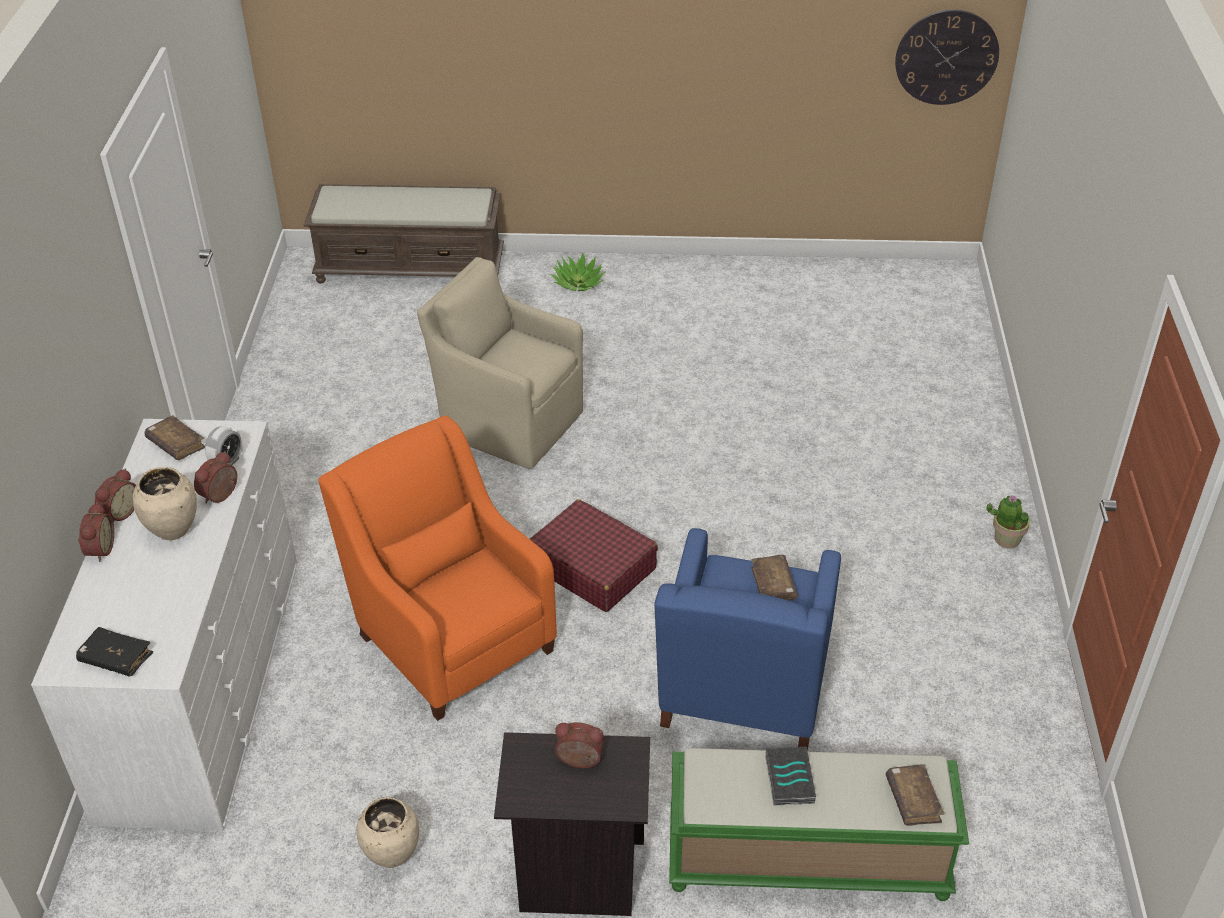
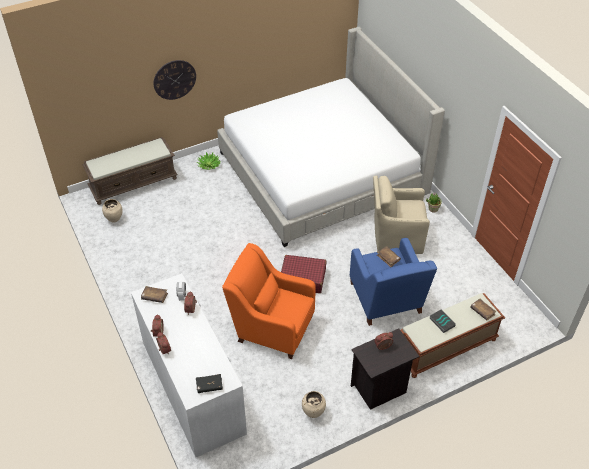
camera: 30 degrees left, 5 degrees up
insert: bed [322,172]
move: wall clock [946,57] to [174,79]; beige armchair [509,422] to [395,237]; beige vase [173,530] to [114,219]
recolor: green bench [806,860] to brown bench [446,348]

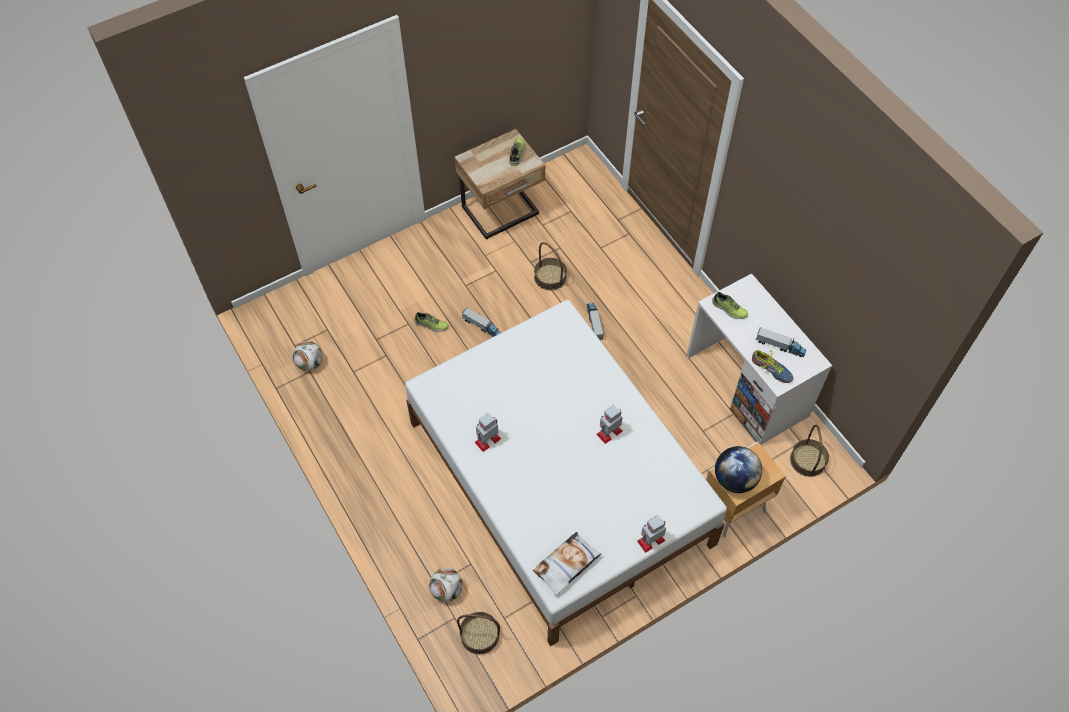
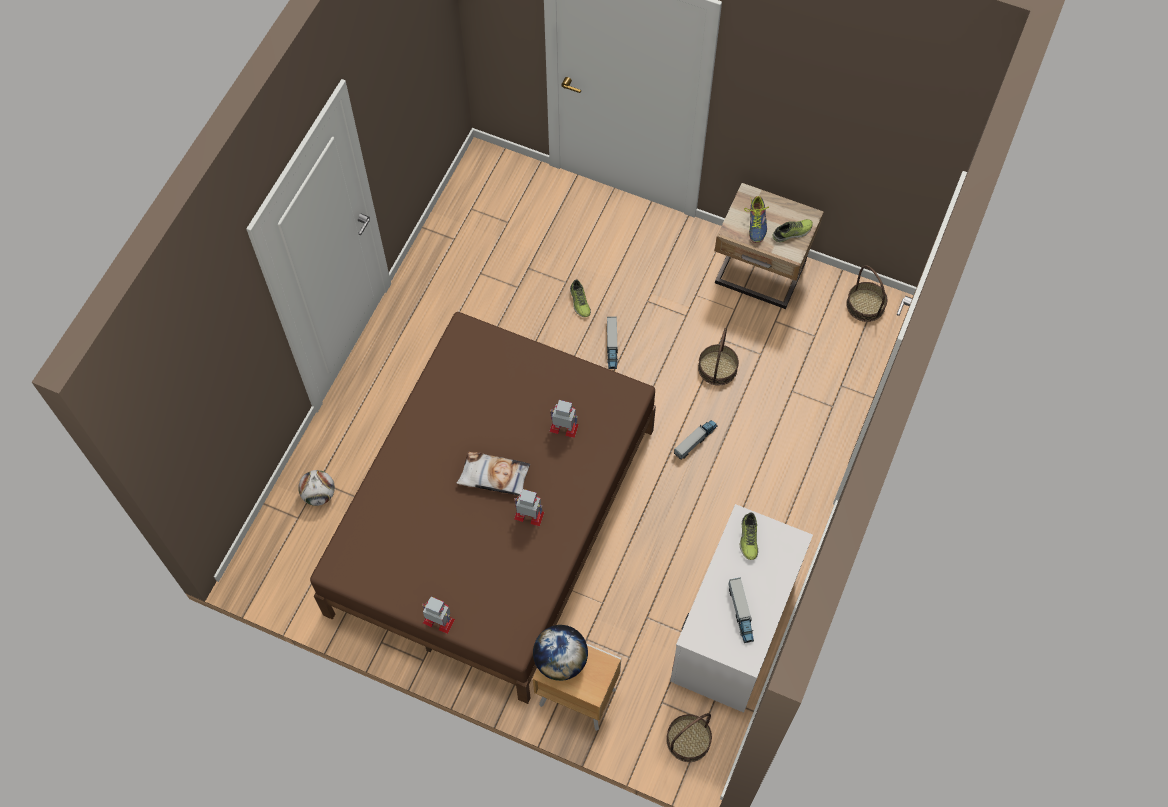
camera: 55 degrees right, 5 degrees up
delete: football [310,363]
move: shoe [771,369] to [757,223]; toy robot [488,440] to [564,427]; pillow [566,565] to [494,476]; basket [480,635] to [865,305]
recolor: white bed [558,482] to brown bed [492,519]

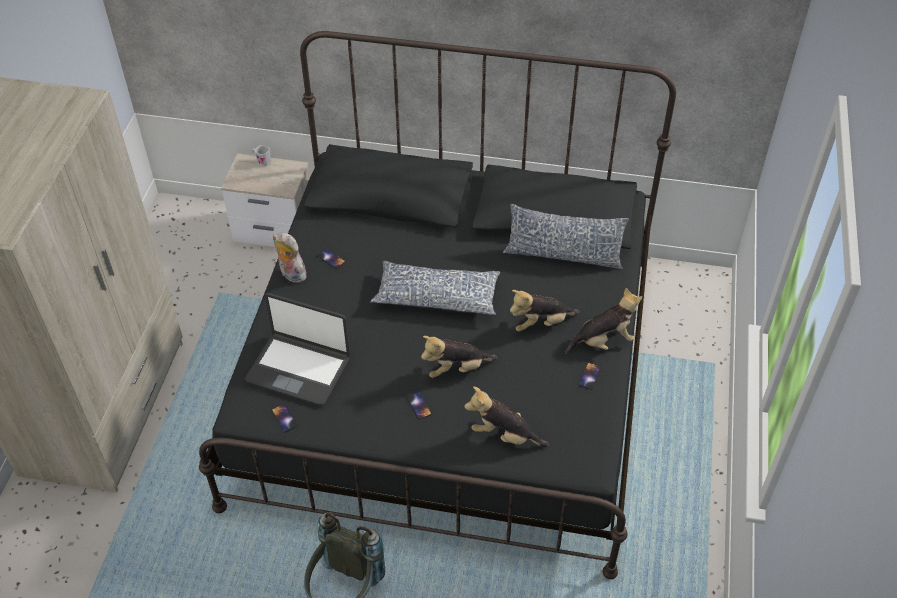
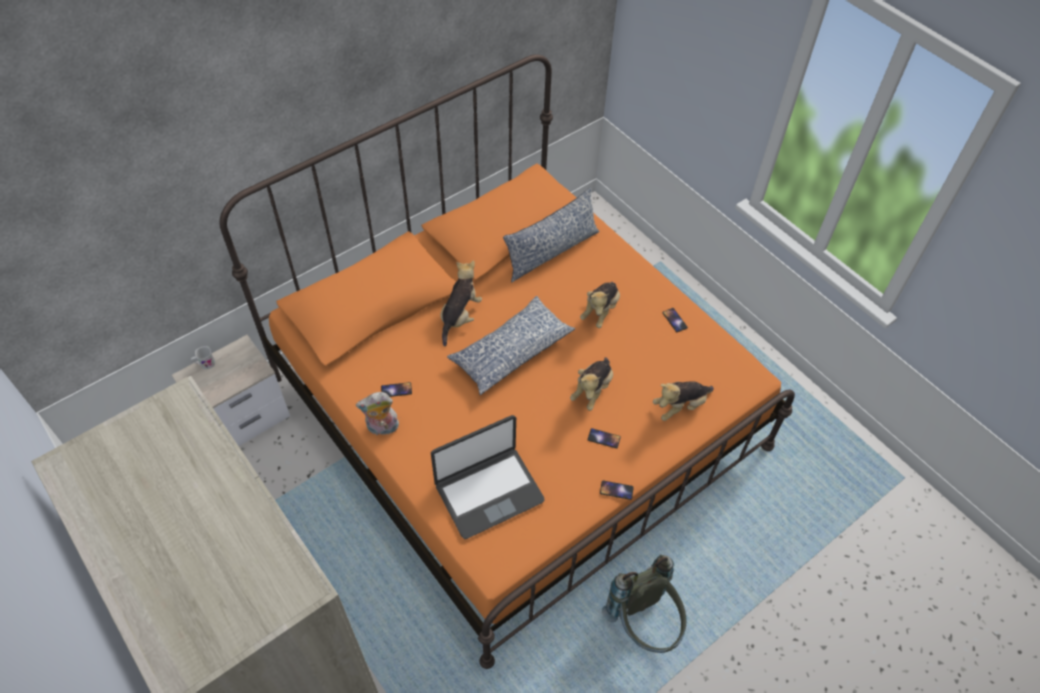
camera: 50 degrees left, 5 degrees up
move: plush toy [603,341] to [460,316]; phone [284,418] to [616,490]
recolor: black bed [448,375] to orange bed [517,412]

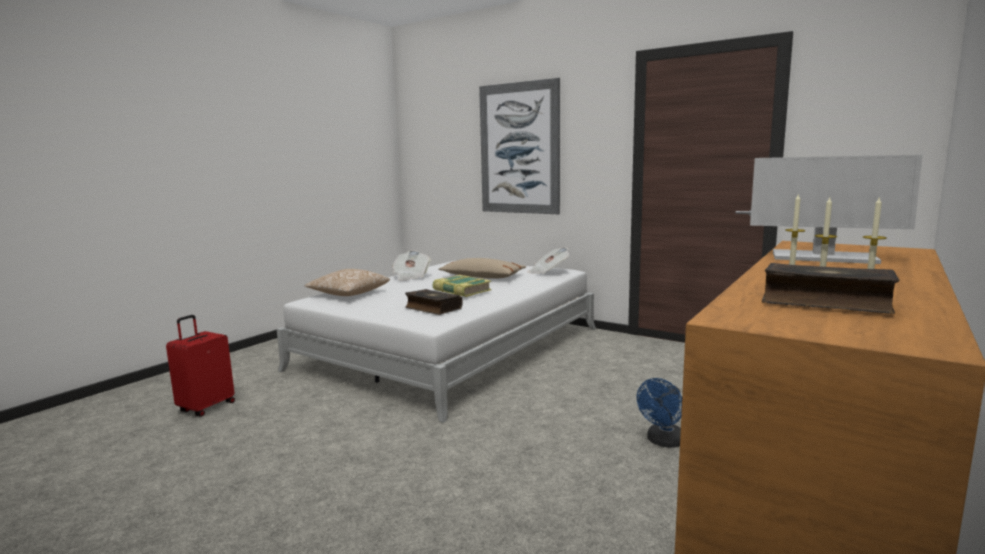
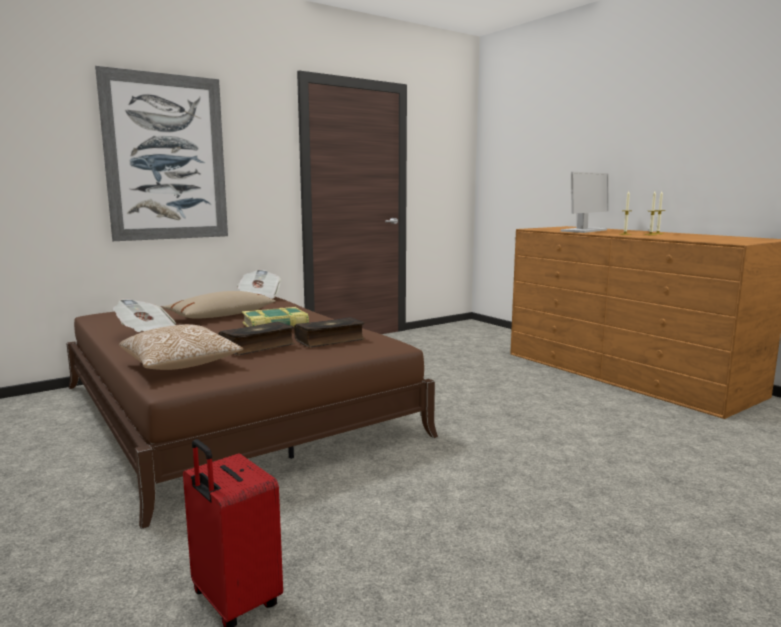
camera: 70 degrees left, 0 degrees up
delete: blue fan [663,442]
move: book [825,302] to [258,347]
recolor: white bed [451,348] to brown bed [233,409]

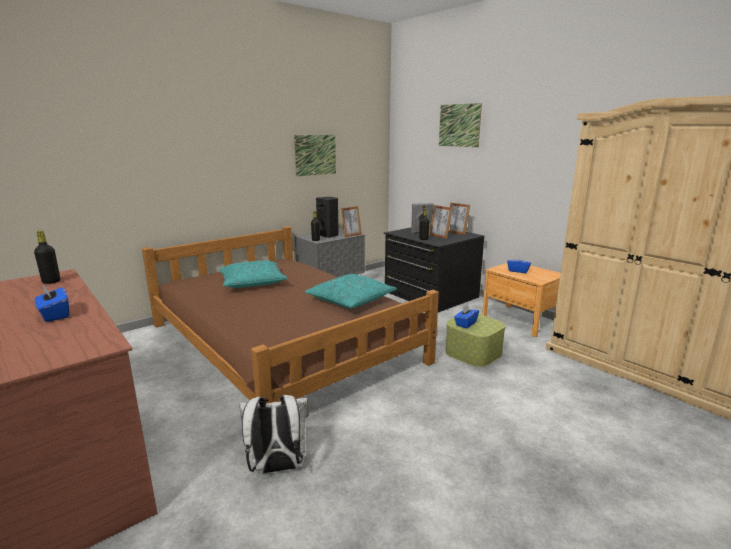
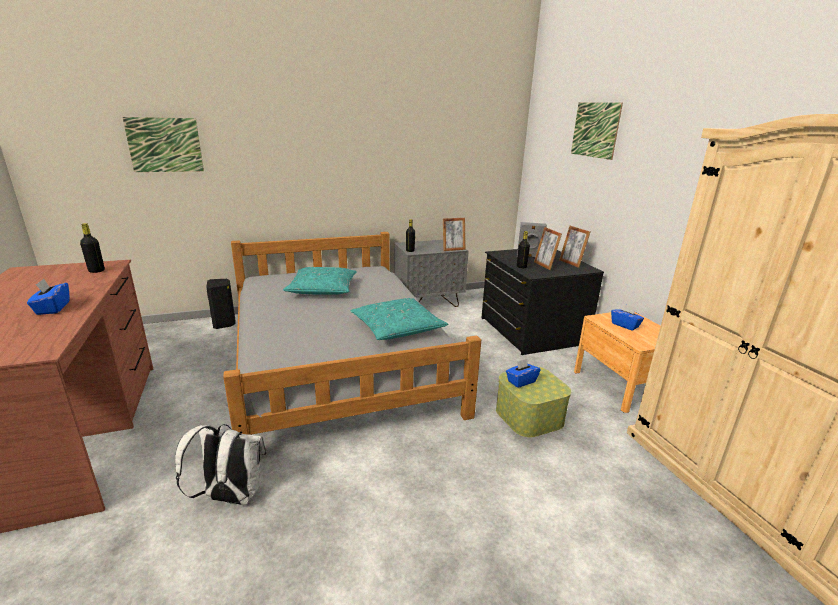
camera: 20 degrees right, 5 degrees up
move: picture [315,155] to [165,145]; black speaker [328,235] to [224,324]
recolor: brown bed [283,343] to grey bed [337,357]

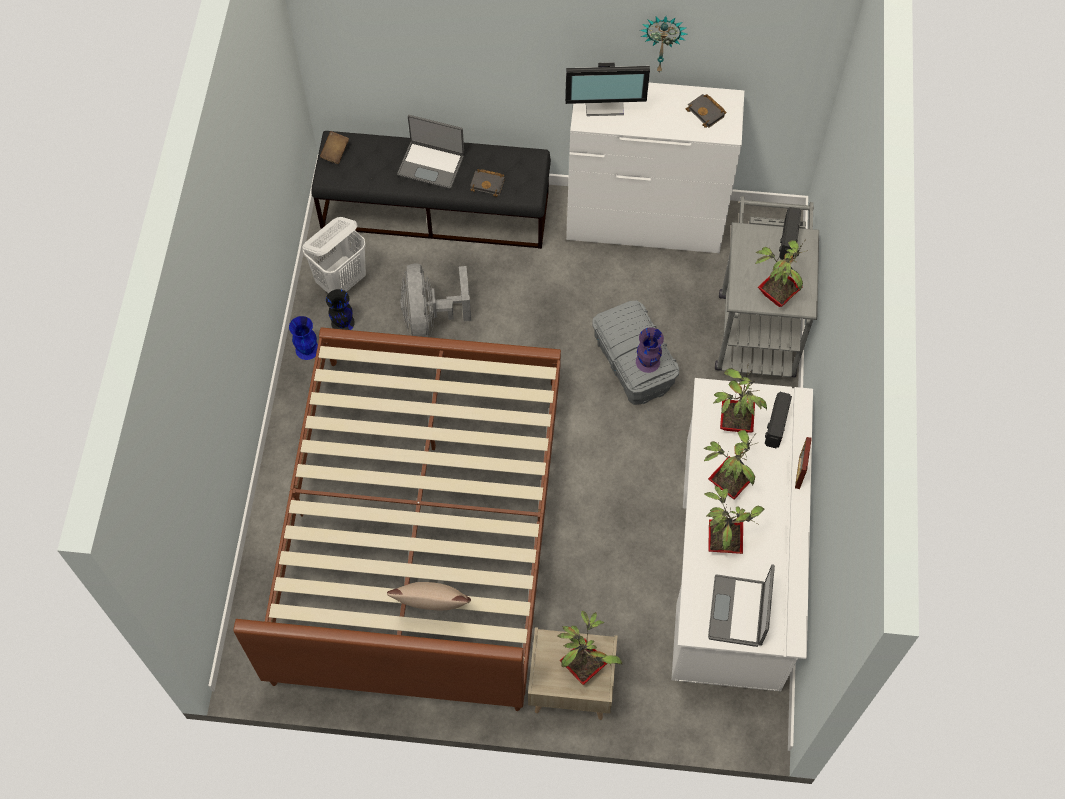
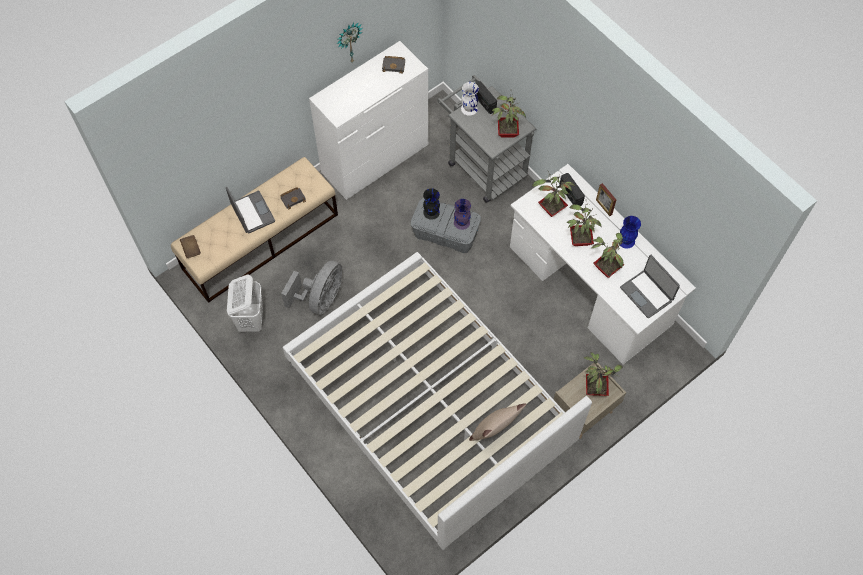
camera: 45 degrees left, 0 degrees up
delete: monitor [605,102]
insert: white vase [469,109]
move: black vase [342,323] to [431,212]; blue vase [307,349] to [626,240]
recolor: black bench [436,210] to beige bench [261,241]; brown bed [419,526] to white bed [429,404]
rotate: laptop [431,164] = [252,213] 90 degrees counterclockwise; grey fan [430,320] = [320,299] 105 degrees counterclockwise

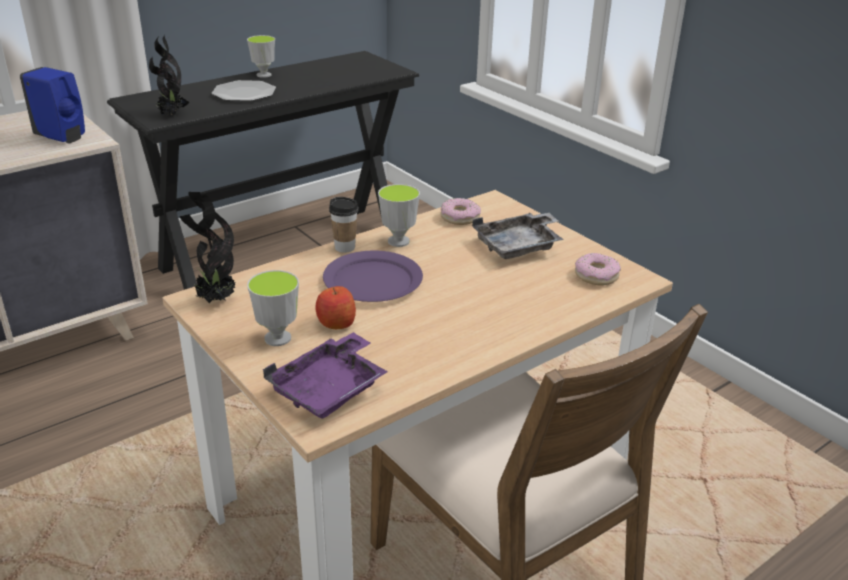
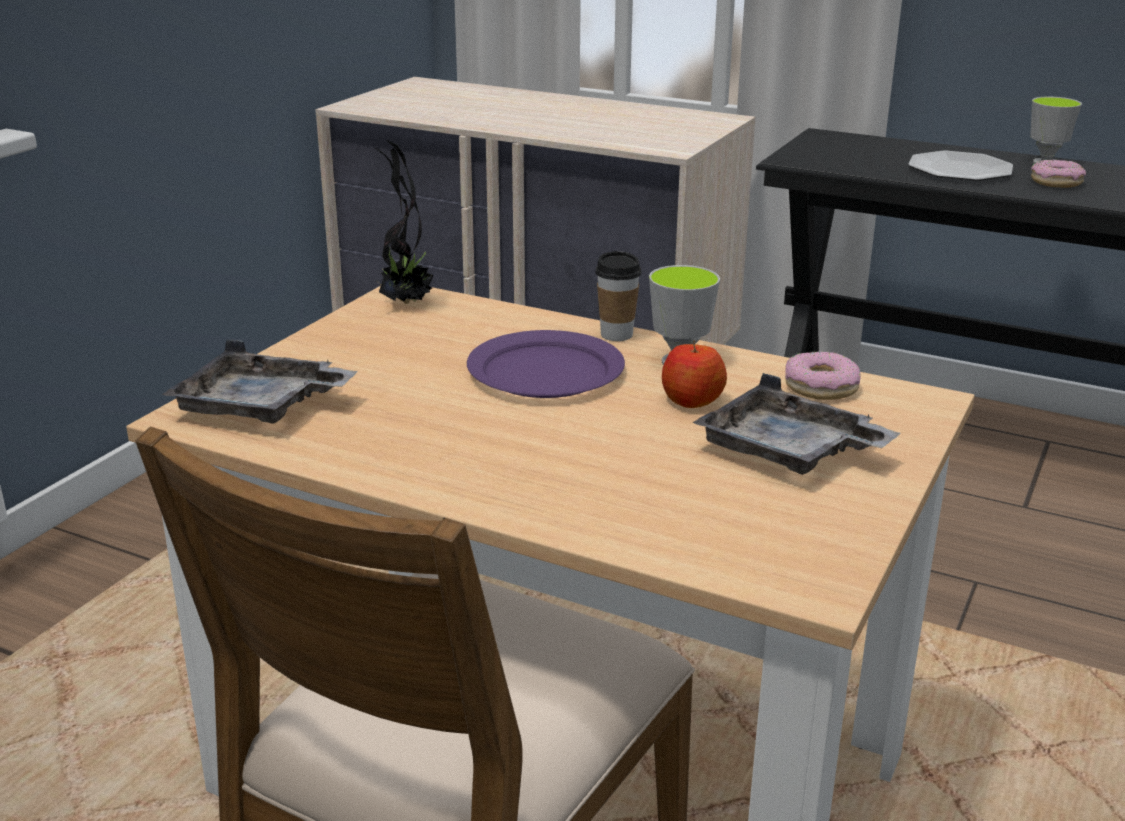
camera: 65 degrees right, 5 degrees down
delete: potted plant [171,115]; blue soap dispenser [62,138]; cup [277,338]
move: donut [596,276] to [1056,182]; apple [336,323] to [691,400]
recolor: purple tray [330,389] to grey tray [260,406]

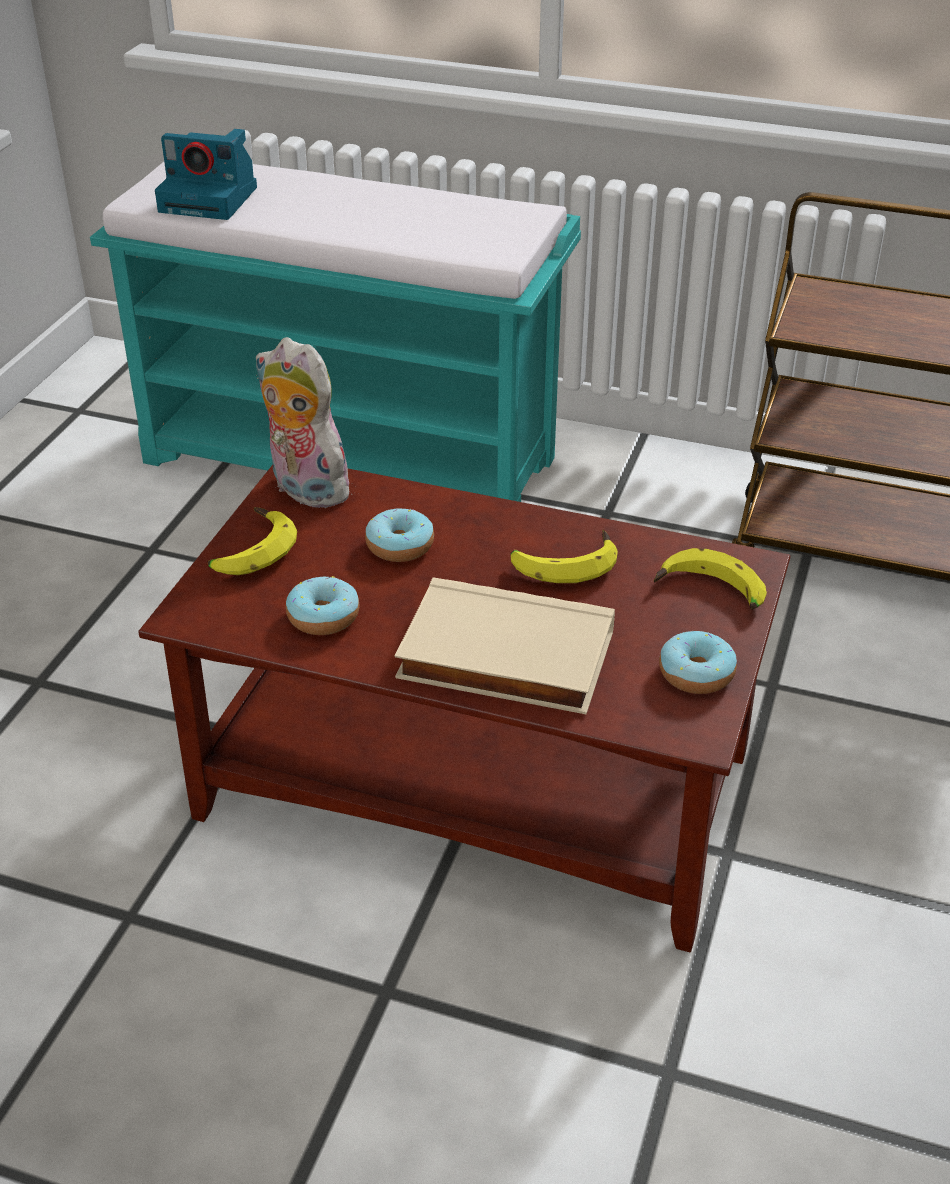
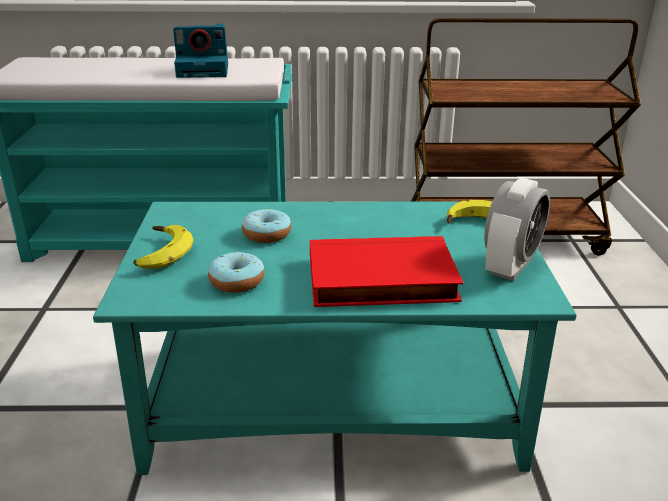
camera: 20 degrees left, 10 degrees down
delete: plush toy [304,490]; banana [564,564]
move: photo camera [211,199] to [204,70]
replace: donut [696,674] to alarm clock [510,267]
recolor: brown coffee table [480,785] to turquoise coffee table [336,402]; beige book [503,658] to red book [380,281]

